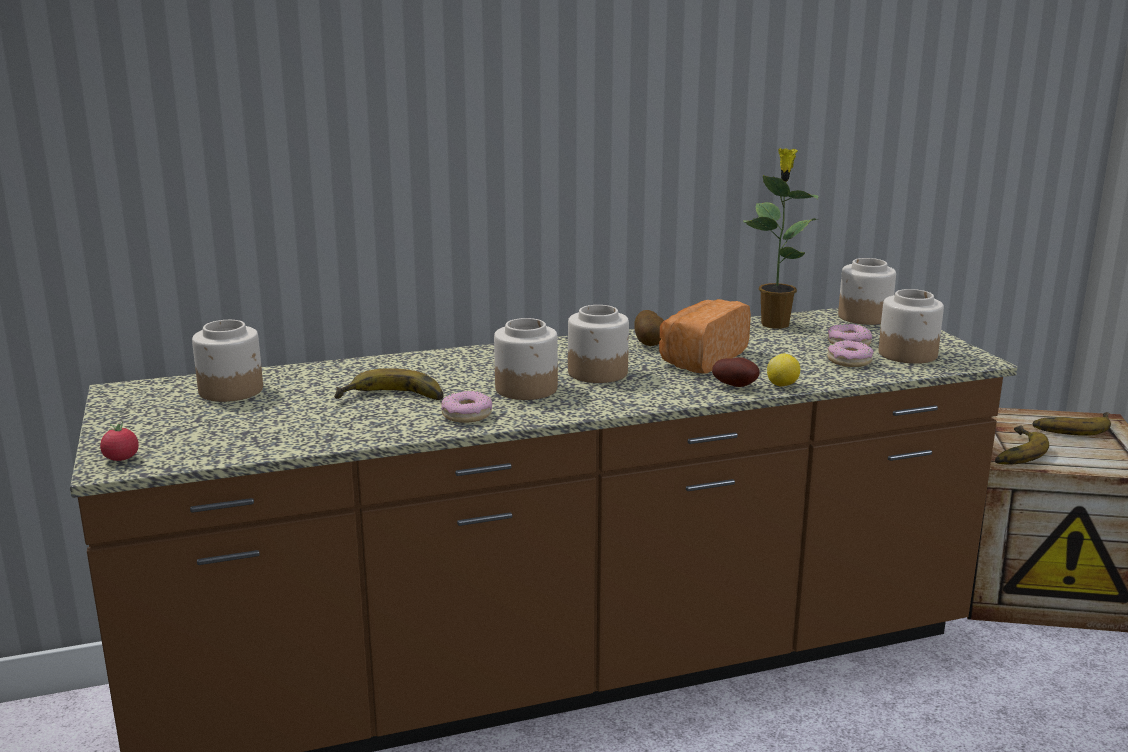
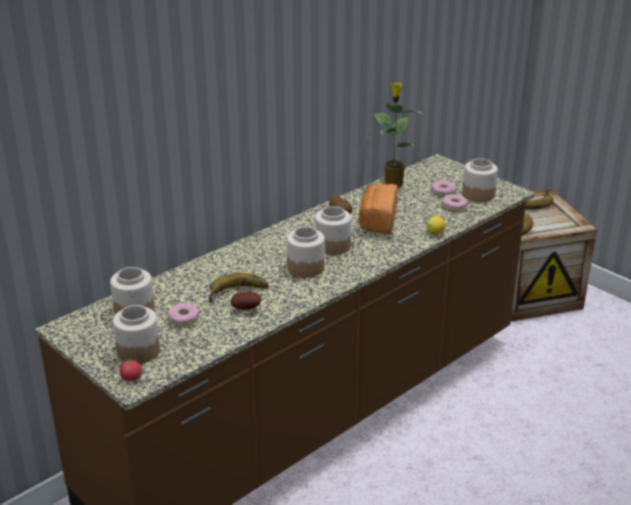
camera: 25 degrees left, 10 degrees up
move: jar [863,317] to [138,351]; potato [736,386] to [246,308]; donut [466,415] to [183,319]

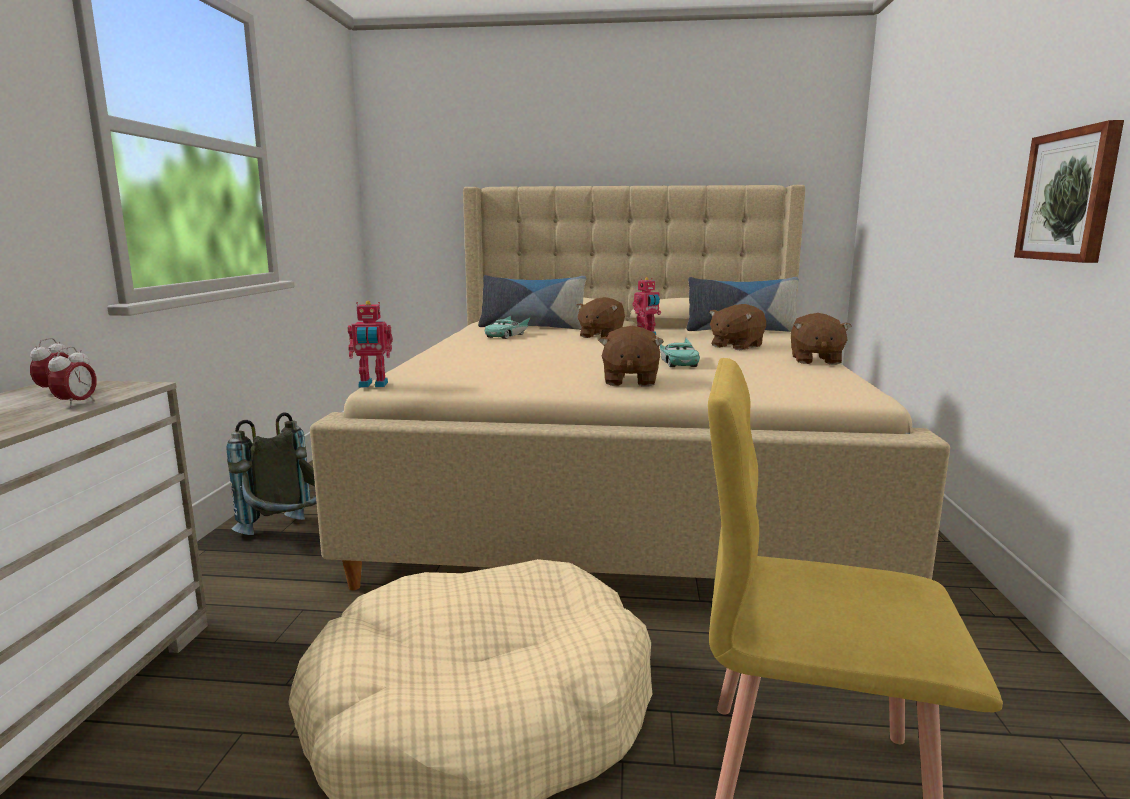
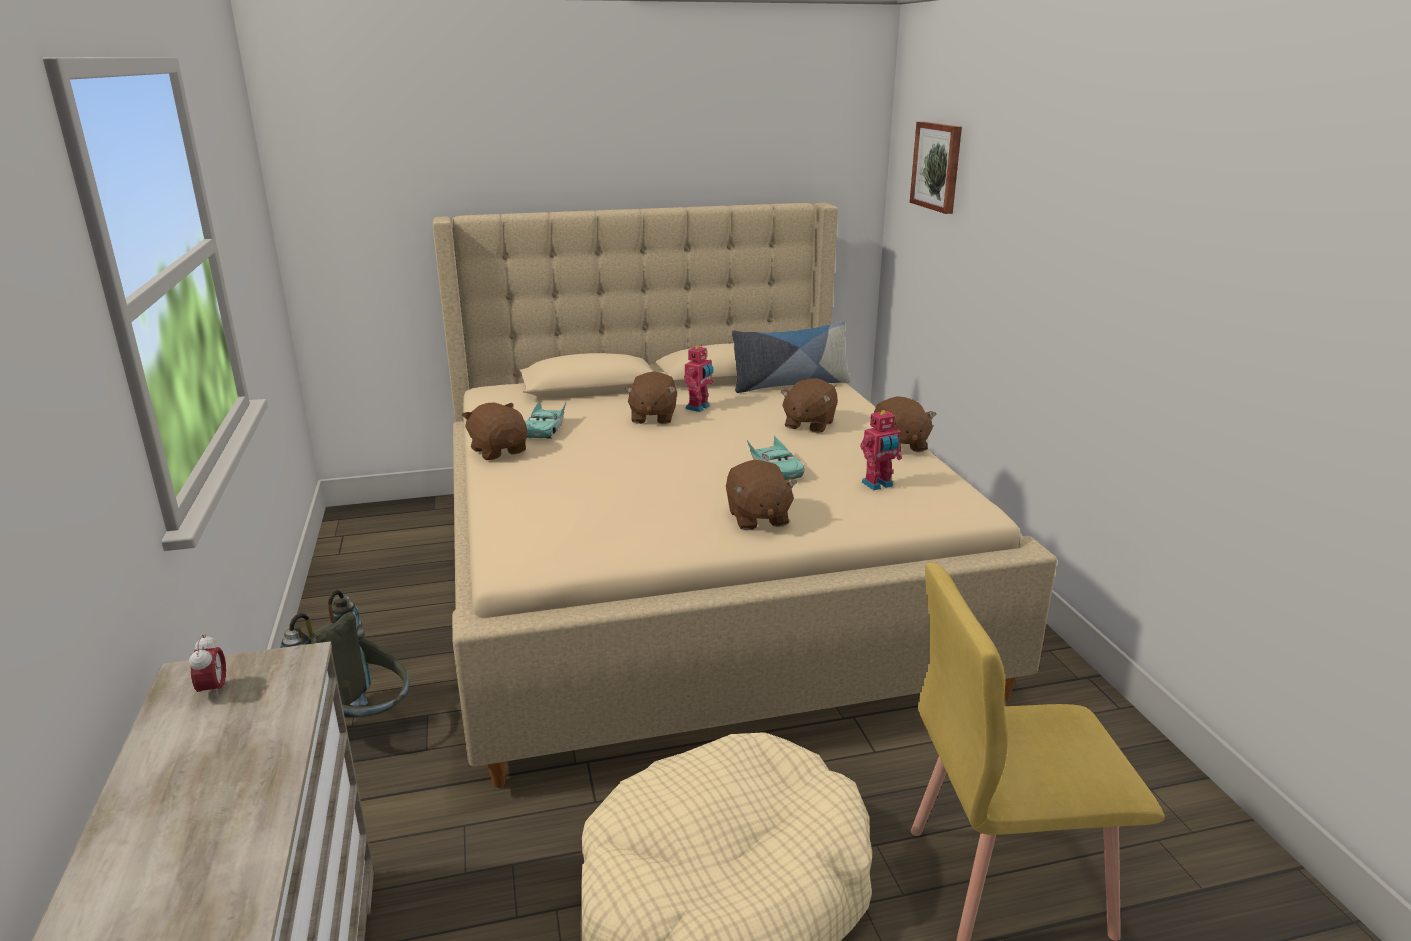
camera: 20 degrees left, 10 degrees up
delete: pillow [532,327]; alarm clock [77,404]
insert: brown plush toy [499,451]
move: picture [1069,196] to [937,166]; toy robot [373,385] to [878,485]

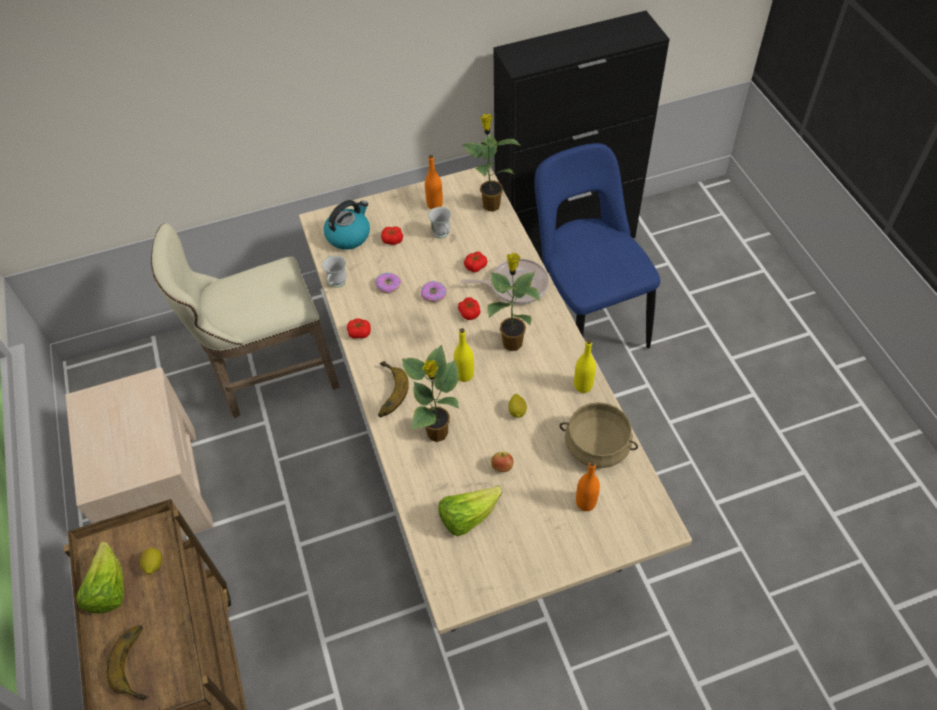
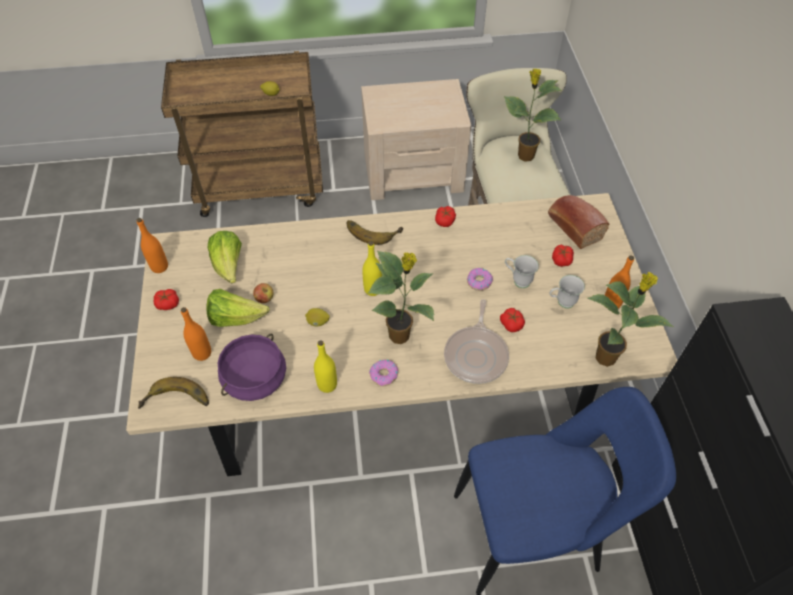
camera: 100 degrees right, 0 degrees up
insert: orange bottle [159,267]
move: white mug [336,285] to [517,280]; donut [388,285] to [384,375]; tomato [469,313] to [168,304]; potted plant [437,434] to [524,156]; lettuce [108,589] to [236,318]; banana [139,663] to [176,403]
replace: kettle [349,235] to bread [573,226]
recolor: beige cooking pot [596,446] to purple cooking pot [254,377]

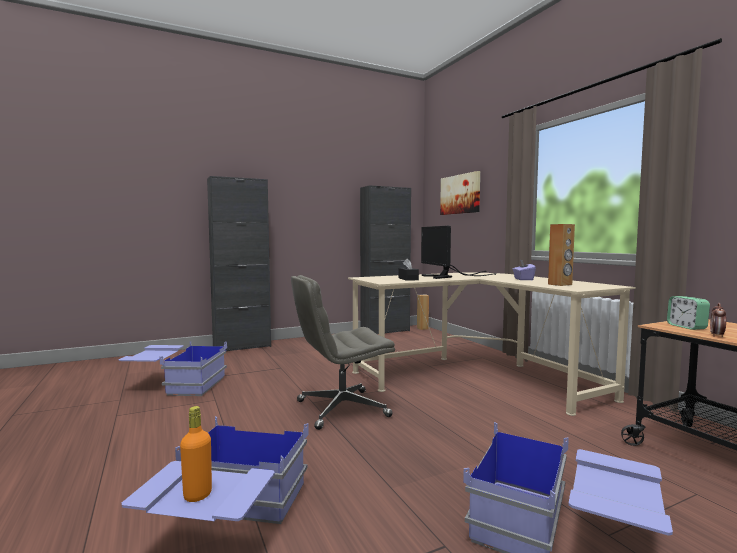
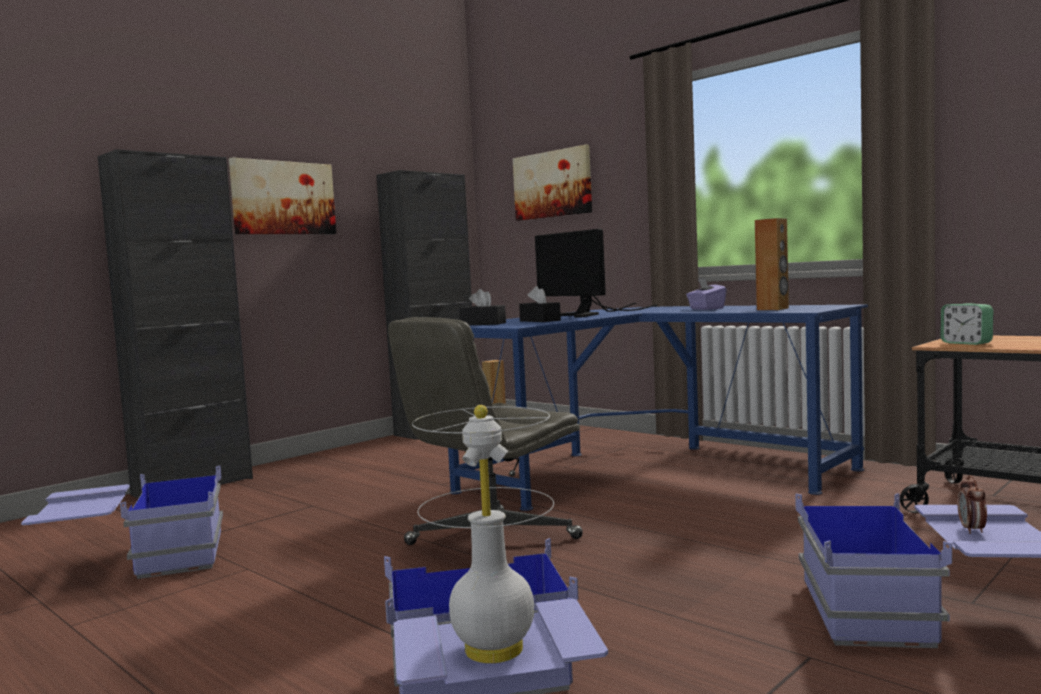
camera: 20 degrees left, 0 degrees up
insert: picture [283,198]; black tissue box [483,324]
move: alarm clock [717,335] to [972,530]
replace: orange bottle [197,495] to white table lamp [494,649]
recolor: beige desk [476,376] to blue desk [648,469]

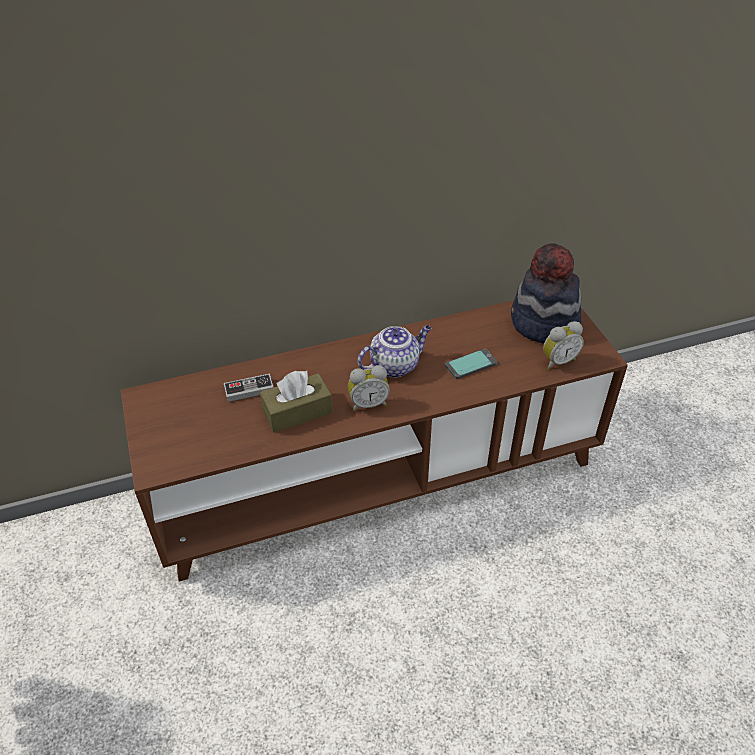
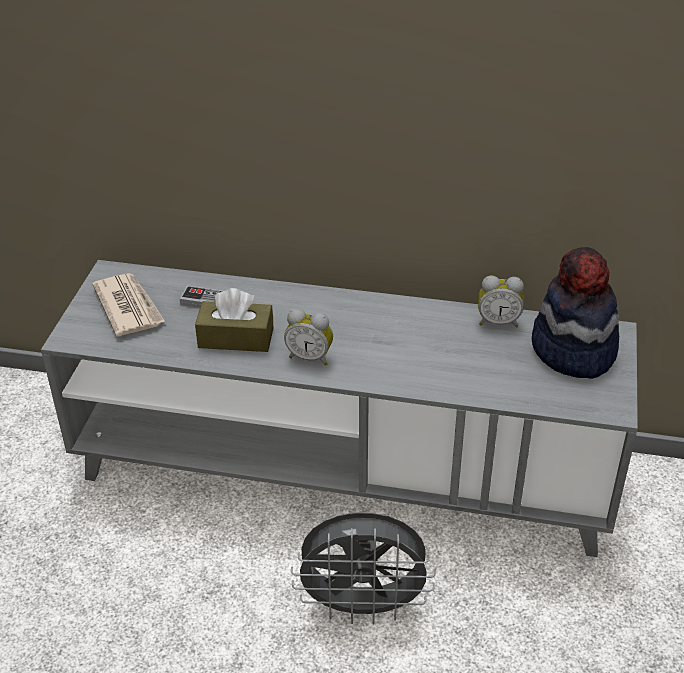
camera: 30 degrees right, 5 degrees down
delete: teapot [395,365]; phone [470,364]
insert: newspaper [128,307]; grey fan [363,607]
move: alarm clock [558,361] to [498,321]
recolor: brown tv stand [378,479] to grey tv stand [343,470]

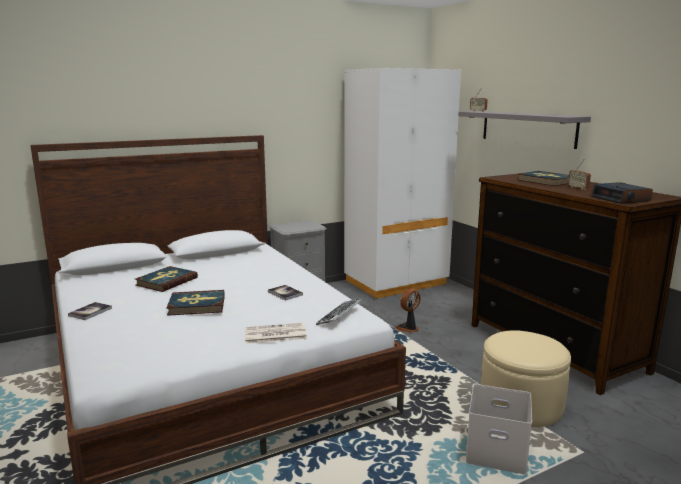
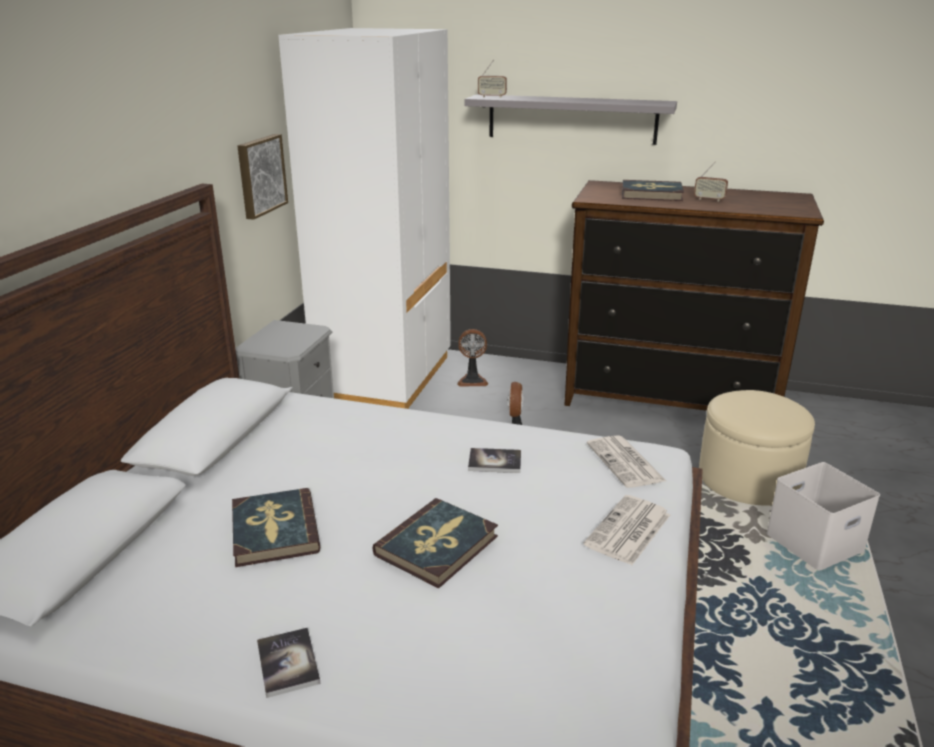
camera: 45 degrees left, 10 degrees up
delete: alarm clock [621,199]
insert: picture [260,175]; fan [472,380]
replace: keyboard [339,316] to newspaper [626,463]

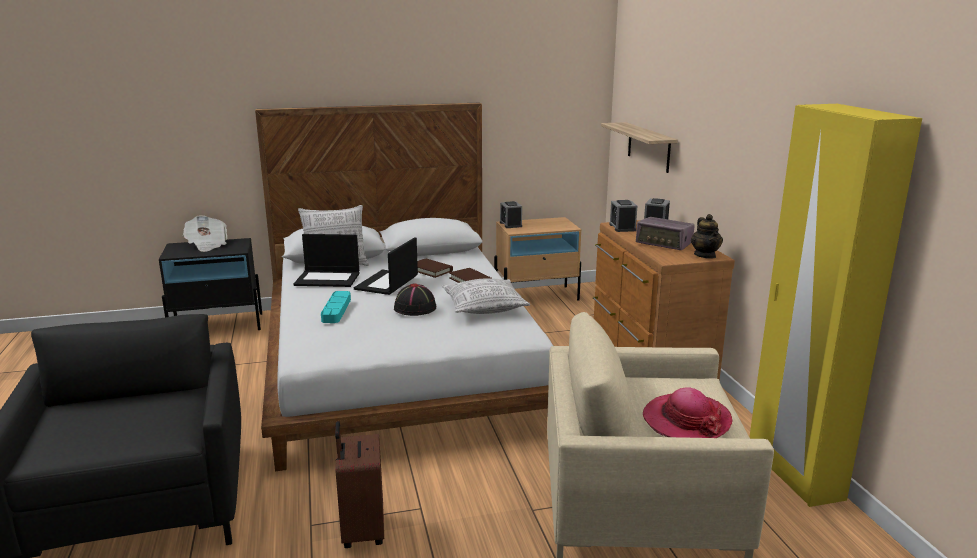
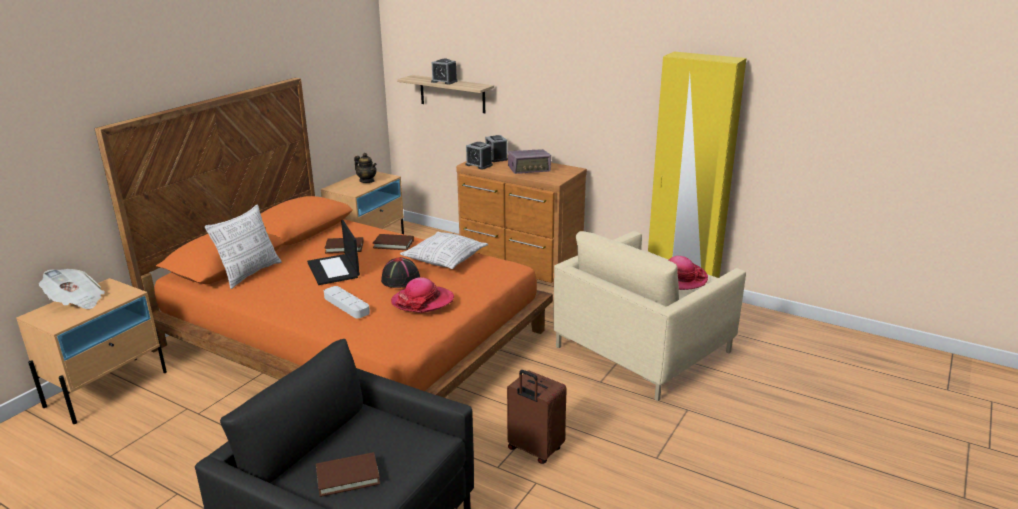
camera: 45 degrees left, 5 degrees up
delete: laptop [328,279]
insert: hat [422,301]; brown book [348,477]
move: alarm clock [510,224] to [444,81]; teapot [705,255] to [367,181]
recolor: white bed [401,362] to orange bed [354,339]; black nightstand [217,325] to beige nightstand [107,388]; turquoise tray [336,310] to grey tray [346,305]

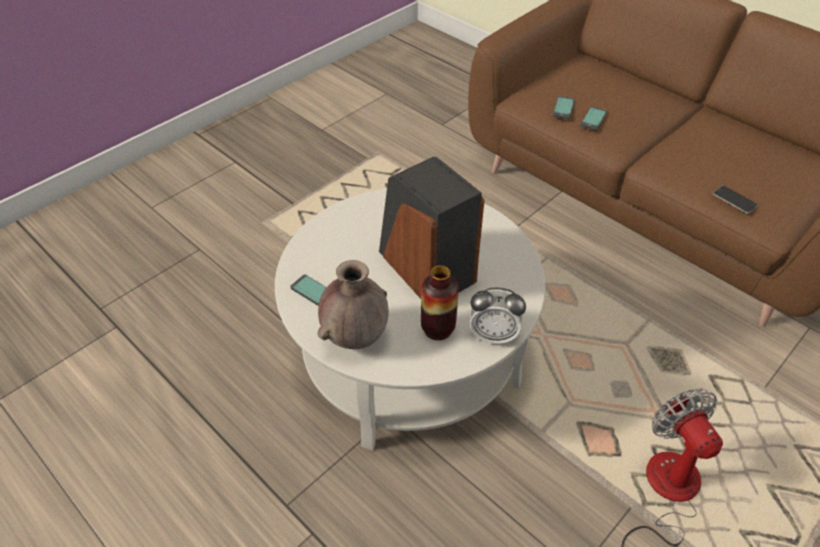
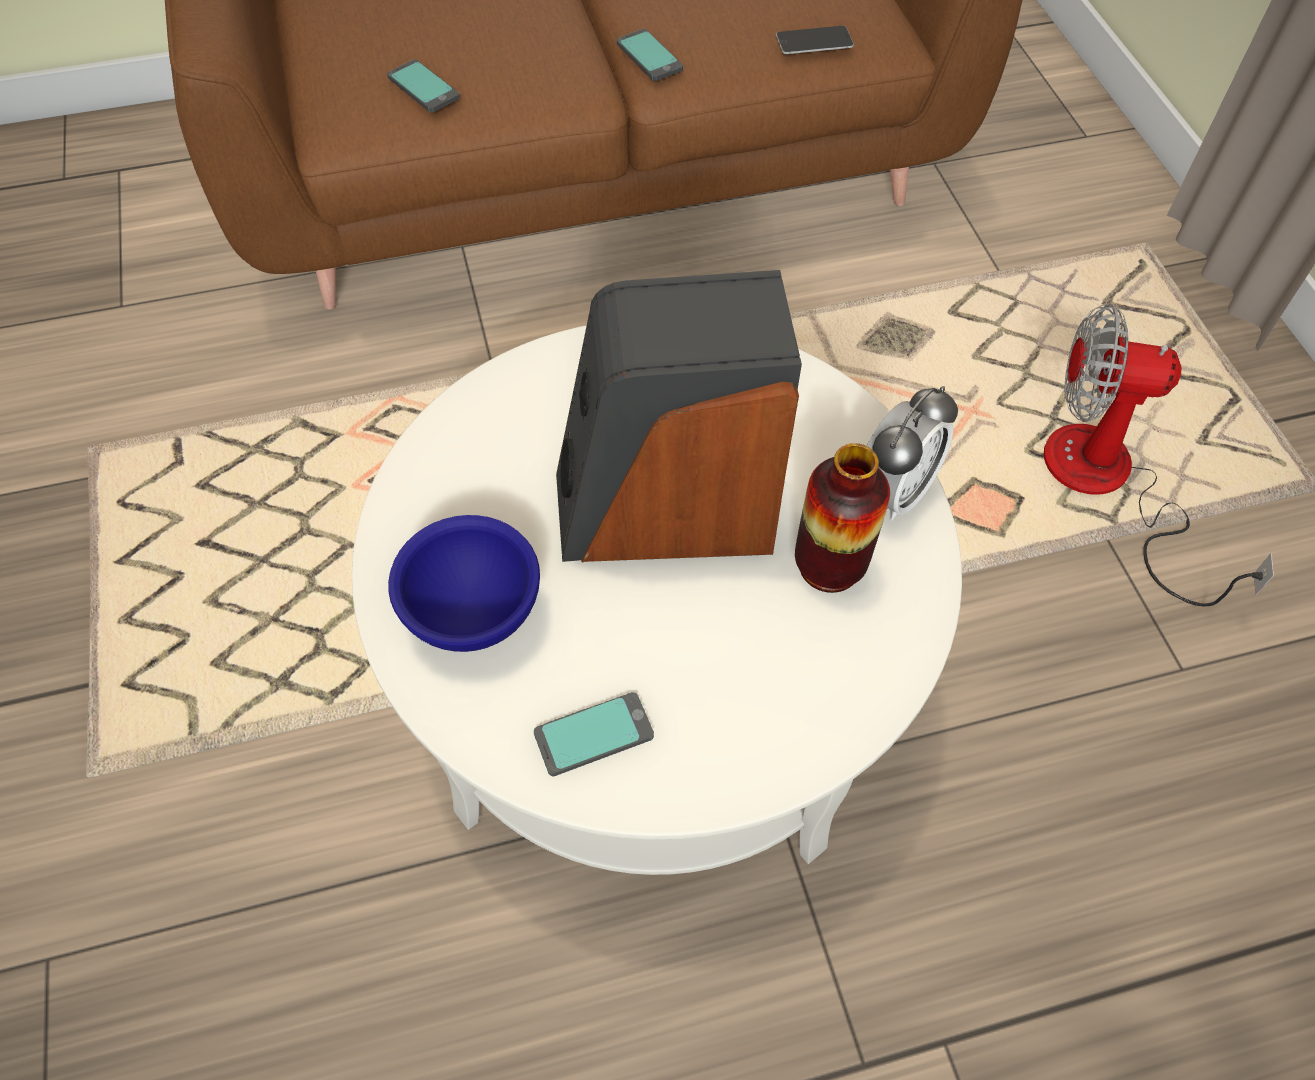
camera: 60 degrees left, 10 degrees up
delete: brown vase [355,337]
insert: blue bowl [471,613]
move: phone [593,119] to [649,56]

